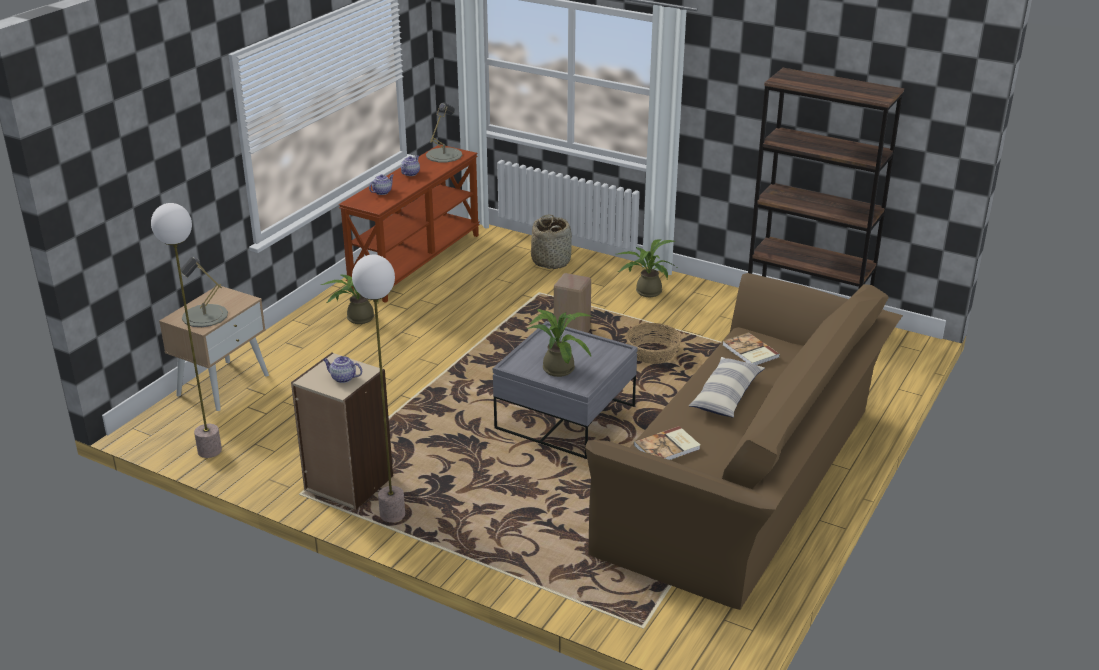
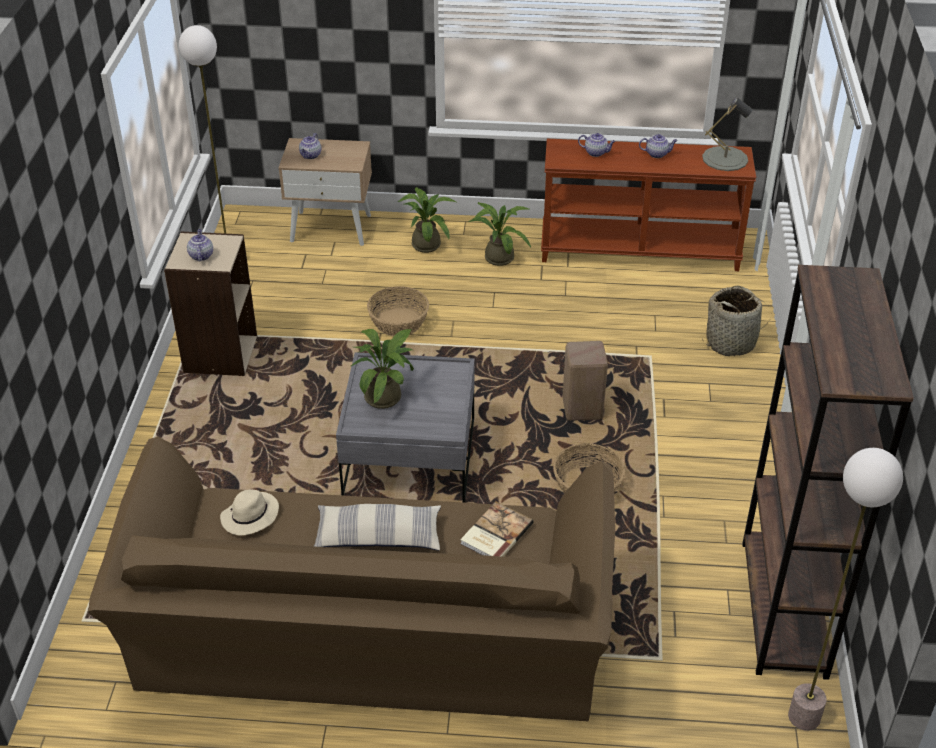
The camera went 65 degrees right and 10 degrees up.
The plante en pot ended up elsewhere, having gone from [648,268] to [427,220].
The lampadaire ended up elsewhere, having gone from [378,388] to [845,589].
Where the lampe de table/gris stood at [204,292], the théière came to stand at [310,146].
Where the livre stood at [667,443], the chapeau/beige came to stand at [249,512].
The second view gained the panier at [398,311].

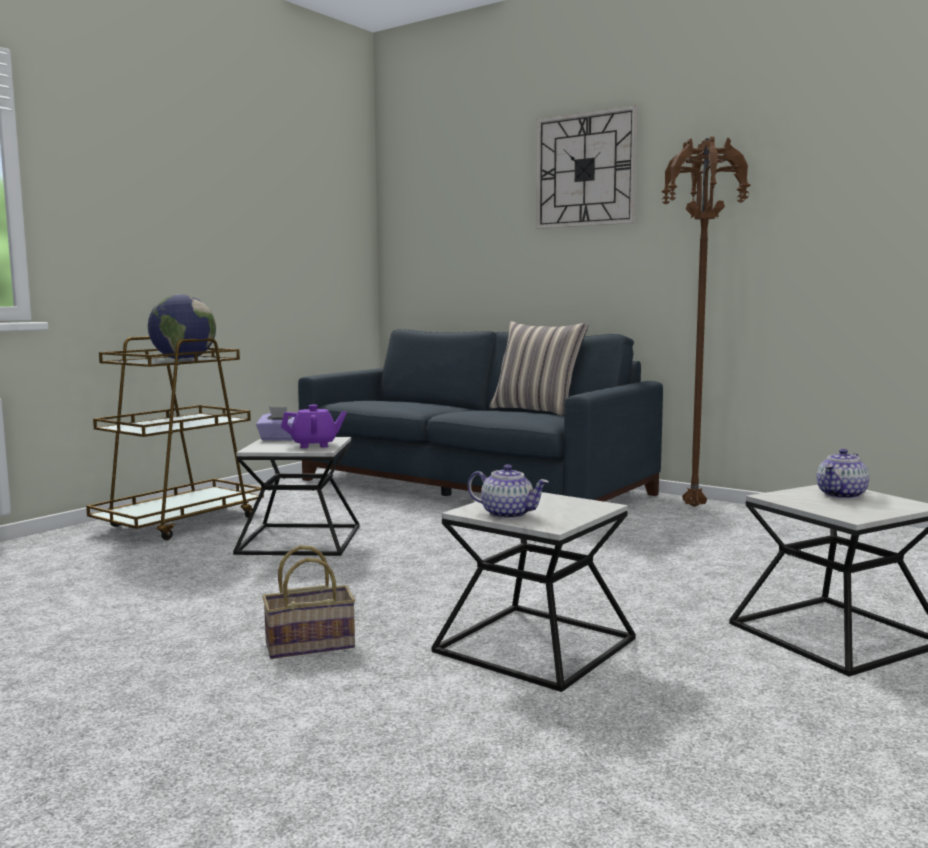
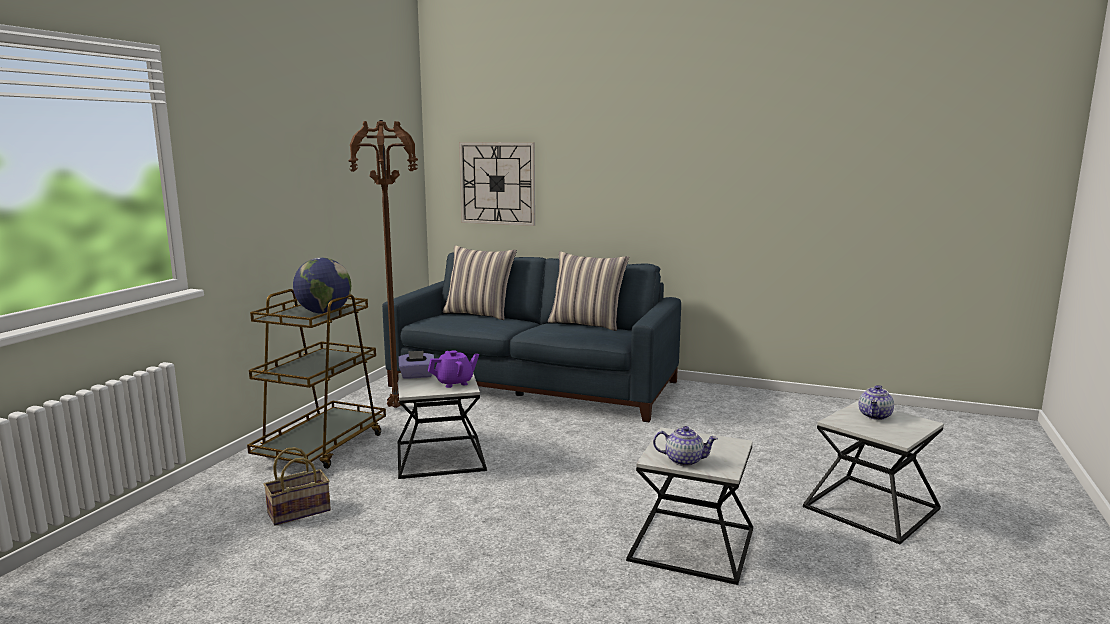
The camera went 15 degrees left and 5 degrees up.
The horloge murale ended up elsewhere, having gone from [587,167] to [497,184].
The lampadaire/marron ended up elsewhere, having gone from [705,321] to [383,264].
The panier ended up elsewhere, having gone from [308,602] to [297,486].
The second view gained the coussin at [480,282].

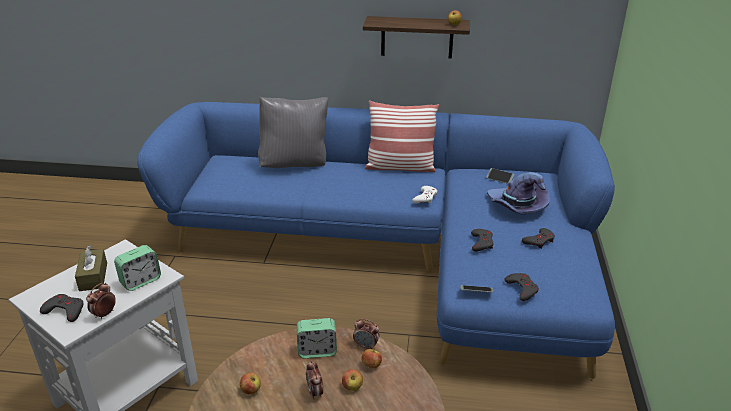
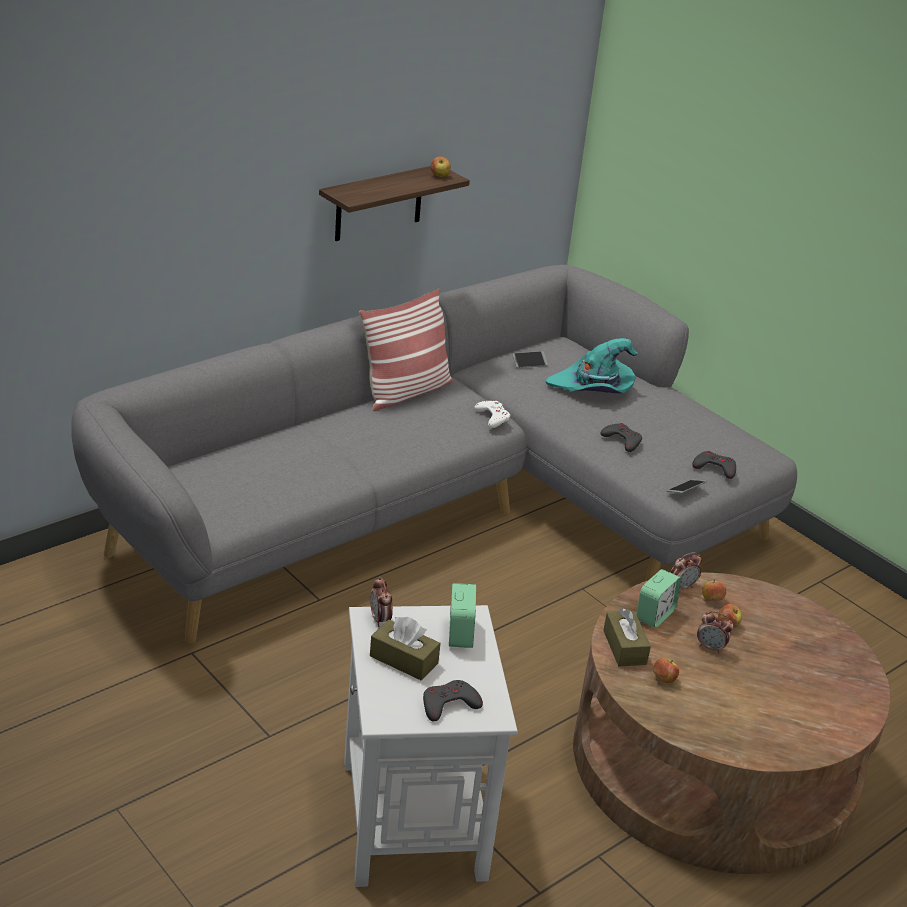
The camera went 50 degrees left and 0 degrees up.
The second view lost the coussin/gris at [293,132].
What was the canapé/bleu at [376,240] turned into the canapé/gris at [434,454].
What was the chapeau/violet at [518,193] turned into the chapeau/turquoise at [591,365].
The second view lost the manette/gris at [538,238].
The réveil ended up elsewhere, having gone from [101,301] to [381,602].
The second view gained the boîte à mouchoirs/marron at [627,637].

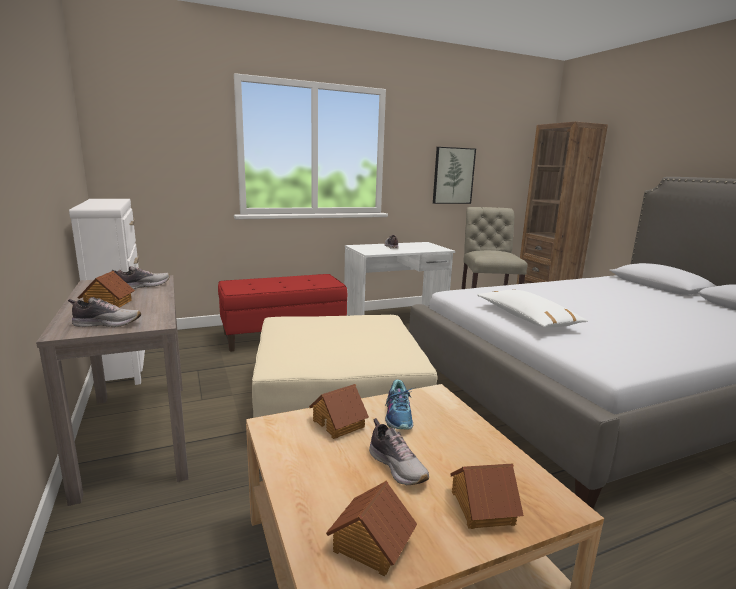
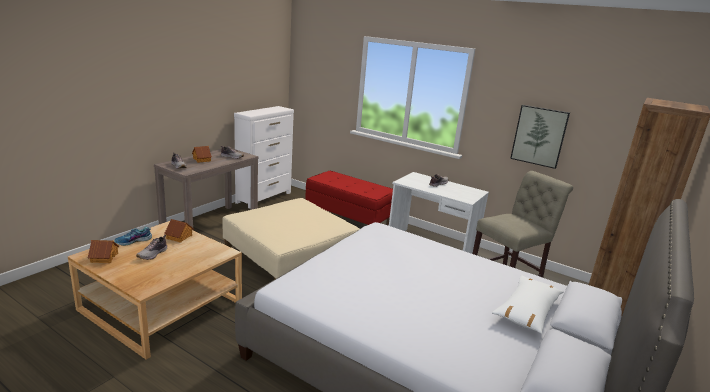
The camera went 55 degrees right and 5 degrees up.
The coussin/blanc ended up elsewhere, having gone from [532,308] to [527,304].
The chaussure ended up elsewhere, having gone from [399,404] to [133,236].
The second view lost the maison miniature at [487,496].

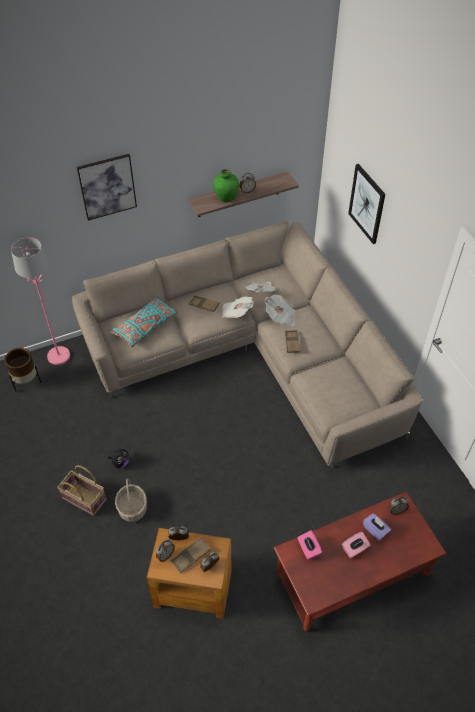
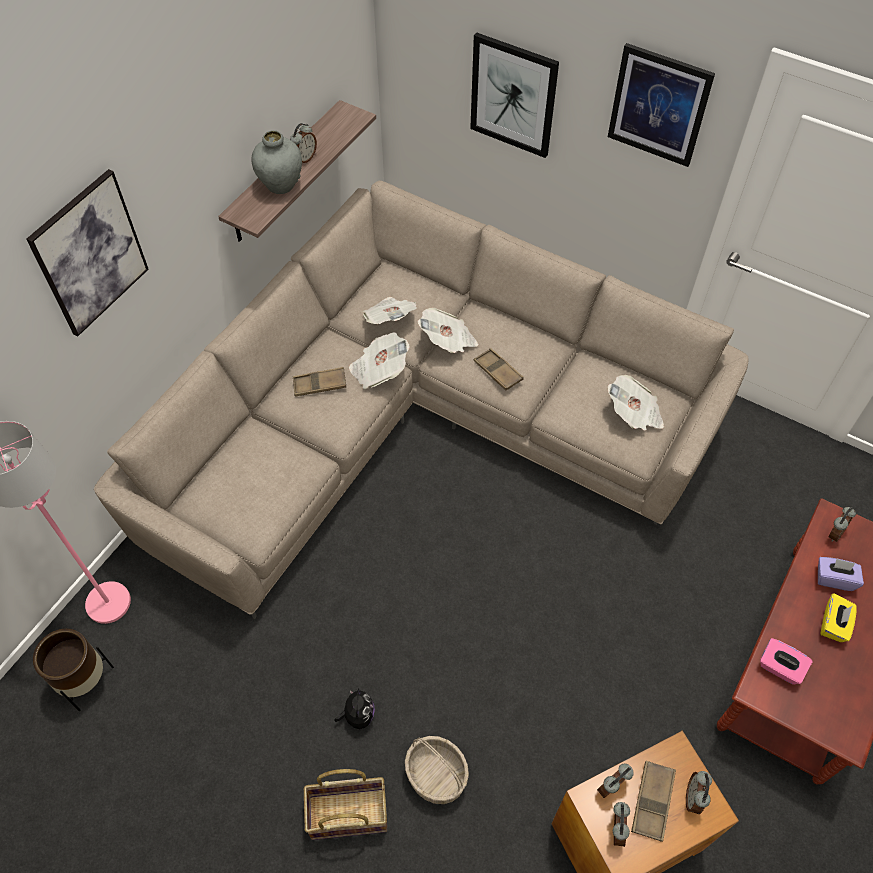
The camera went 35 degrees left and 5 degrees up.
What was the vase/vert at [226,186] turned into the vase/gris at [277,162].
The second view lost the coussin/turquoise at [144,322].
What was the boîte à mouchoirs/rose at [356,545] turned into the boîte à mouchoirs/jaune at [839,618].
The second view gained the tableau at [661,105].
The second view gained the journal at [636,402].

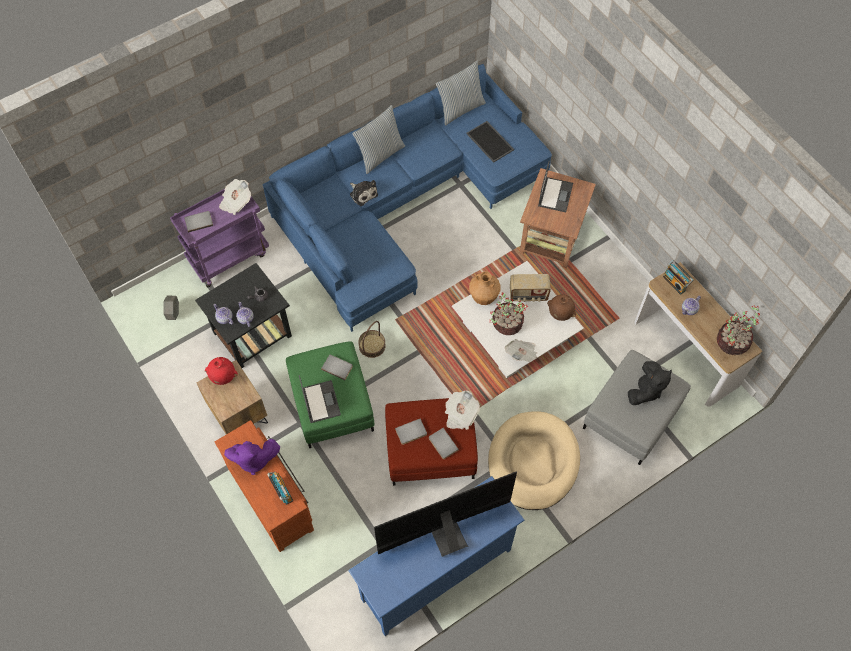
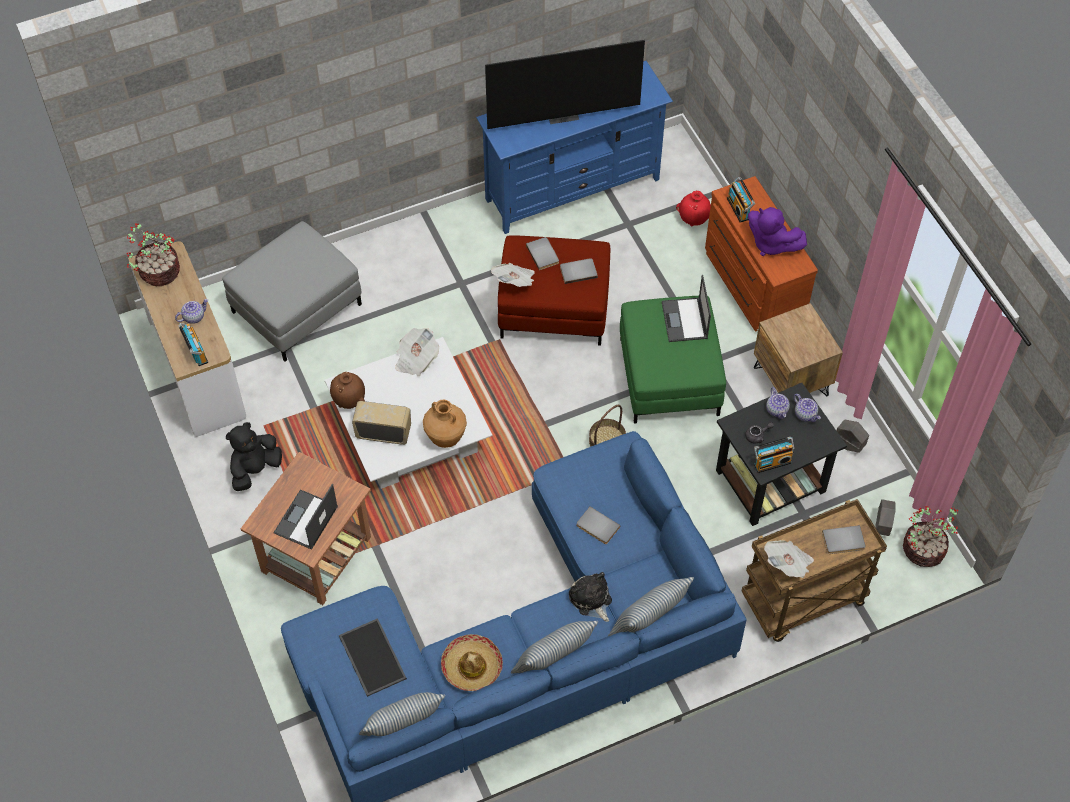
The camera went 170 degrees left and 5 degrees down.
What was the chariot/violet at [219,238] turned into the chariot/marron at [814,570].
The plante en pot ended up elsewhere, having gone from [508,314] to [930,536].
The livre/gris ended up elsewhere, having gone from [337,367] to [598,525].
The vase/rouge ended up elsewhere, having gone from [221,371] to [693,209].
The peluche/noir ended up elsewhere, having gone from [650,383] to [254,456].
The second view lost the panier pour chien/beige at [534,460].
The peluche/violet at [252,457] ended up facing another way, 150 degrees counterclockwise from before.
The second view gained the cache-pot/gris at [852,436].
The second view gained the radio at [774,455].
The second view gained the coussin at [650,607].
The second view gained the chapeau at [472,662].

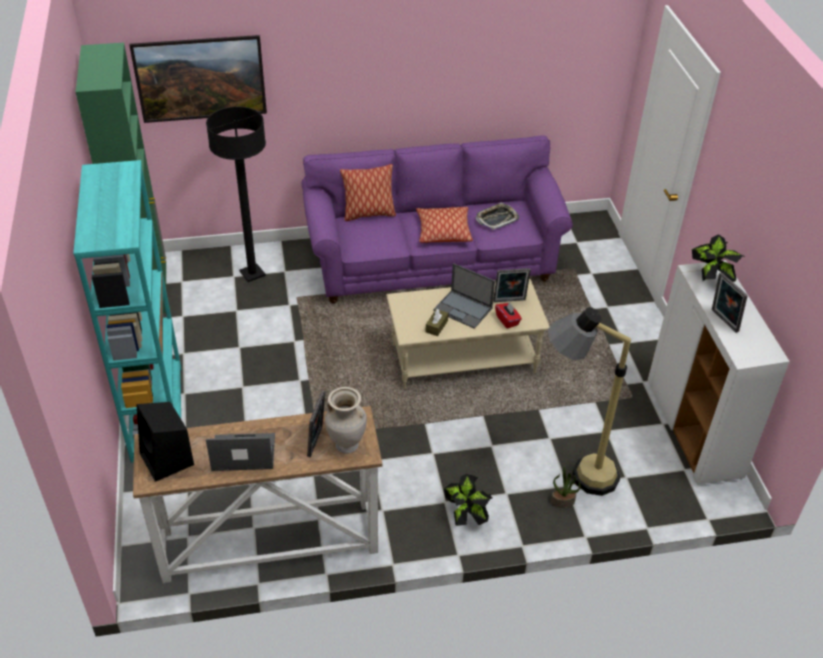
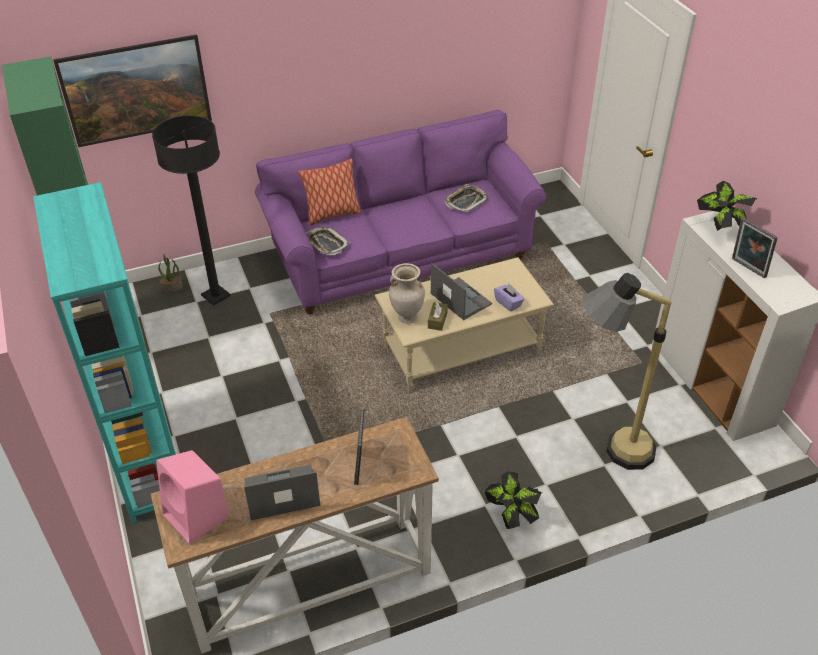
The camera went 10 degrees left and 0 degrees up.
The second view lost the coussin at [444,225].
The ordinateur portable at [464,296] ended up facing another way, 150 degrees counterclockwise from before.
The second view lost the cadre photo at [512,285].
What was the boîte à mouchoirs/rouge at [508,315] turned into the boîte à mouchoirs/violet at [509,297].
The vase/beige ended up elsewhere, having gone from [346,420] to [407,293].
What was the enceinte/noir at [165,442] turned into the enceinte/rose at [192,497].
The plante en pot ended up elsewhere, having gone from [565,487] to [170,273].
The second view gained the plateau at [328,240].

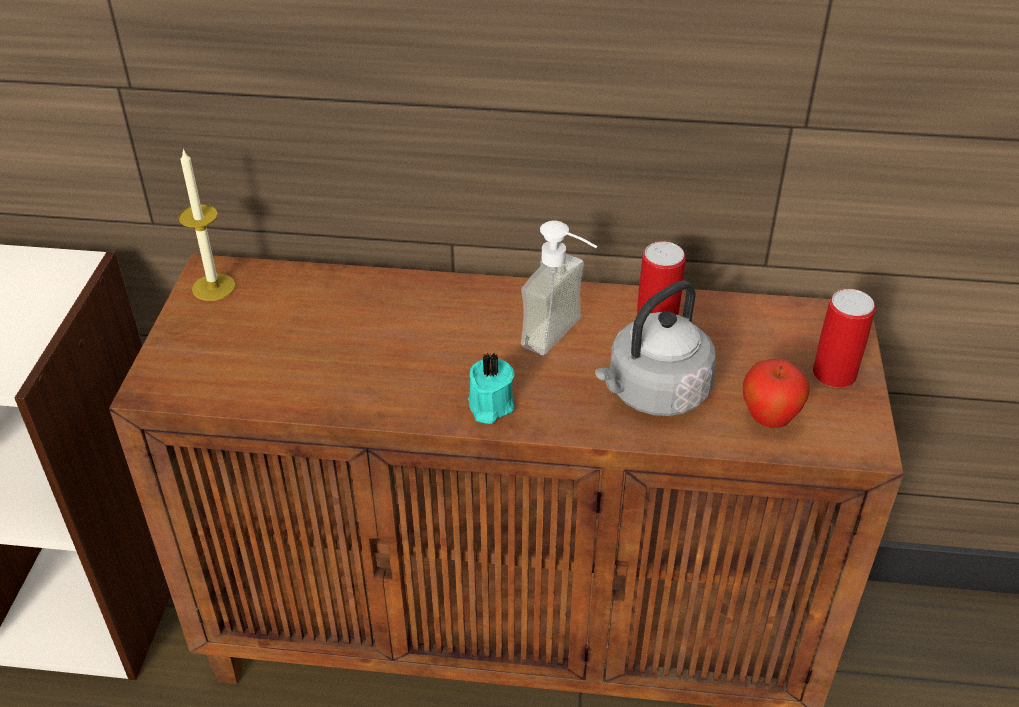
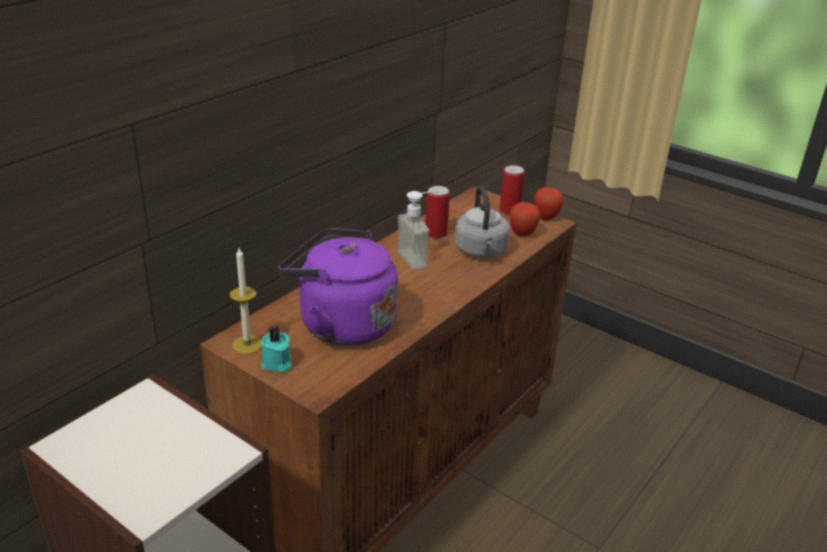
The camera went 60 degrees left and 10 degrees down.
The bougie/turquoise ended up elsewhere, having gone from [491,388] to [276,350].
The second view gained the pomme at [549,204].
The second view gained the bouilloire/violet at [338,287].

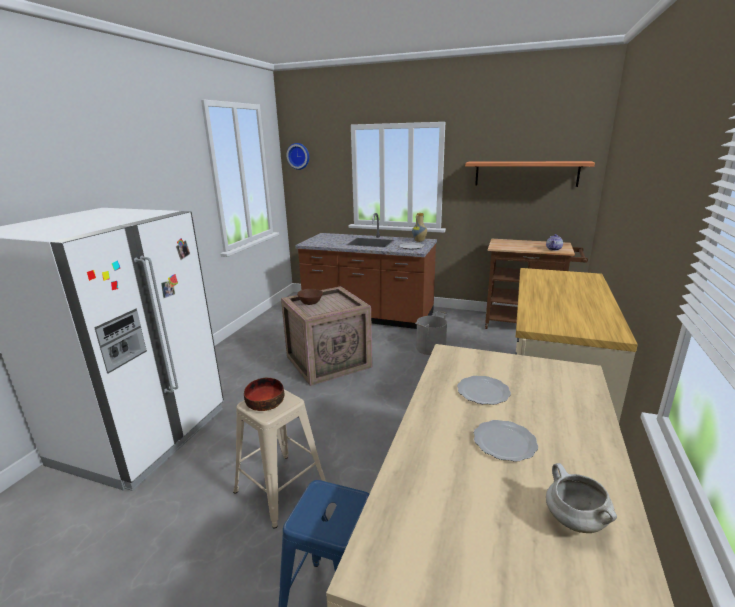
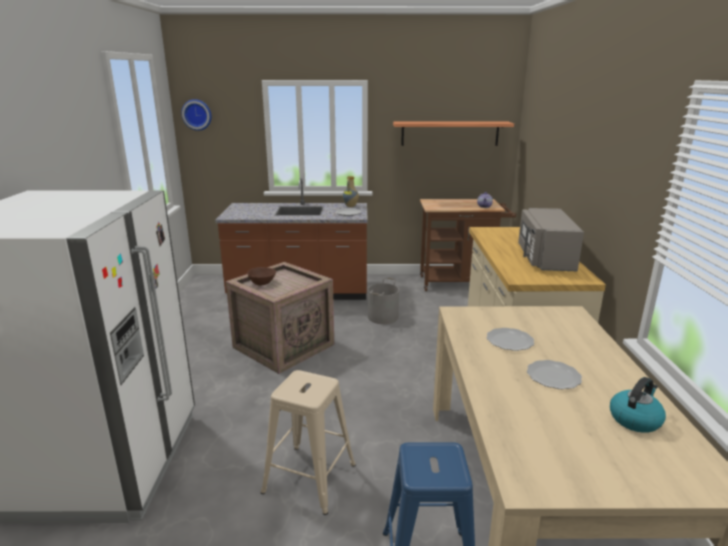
The camera went 20 degrees left and 0 degrees up.
The second view lost the bol at [264,394].
Where the marmite/blanc stood at [581,498], the bouilloire came to stand at [638,405].
The second view gained the micro-ondes/gris at [551,239].

